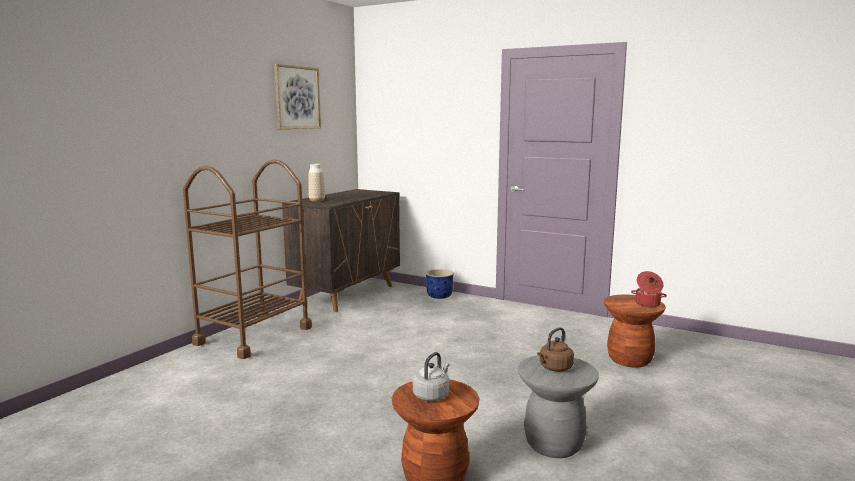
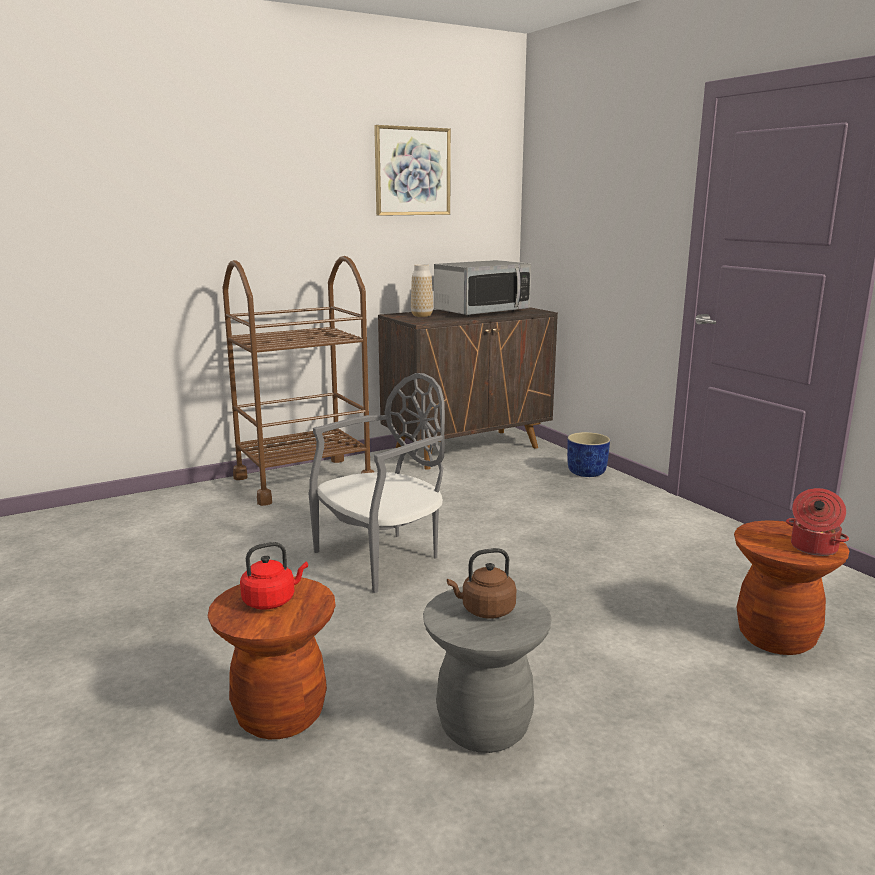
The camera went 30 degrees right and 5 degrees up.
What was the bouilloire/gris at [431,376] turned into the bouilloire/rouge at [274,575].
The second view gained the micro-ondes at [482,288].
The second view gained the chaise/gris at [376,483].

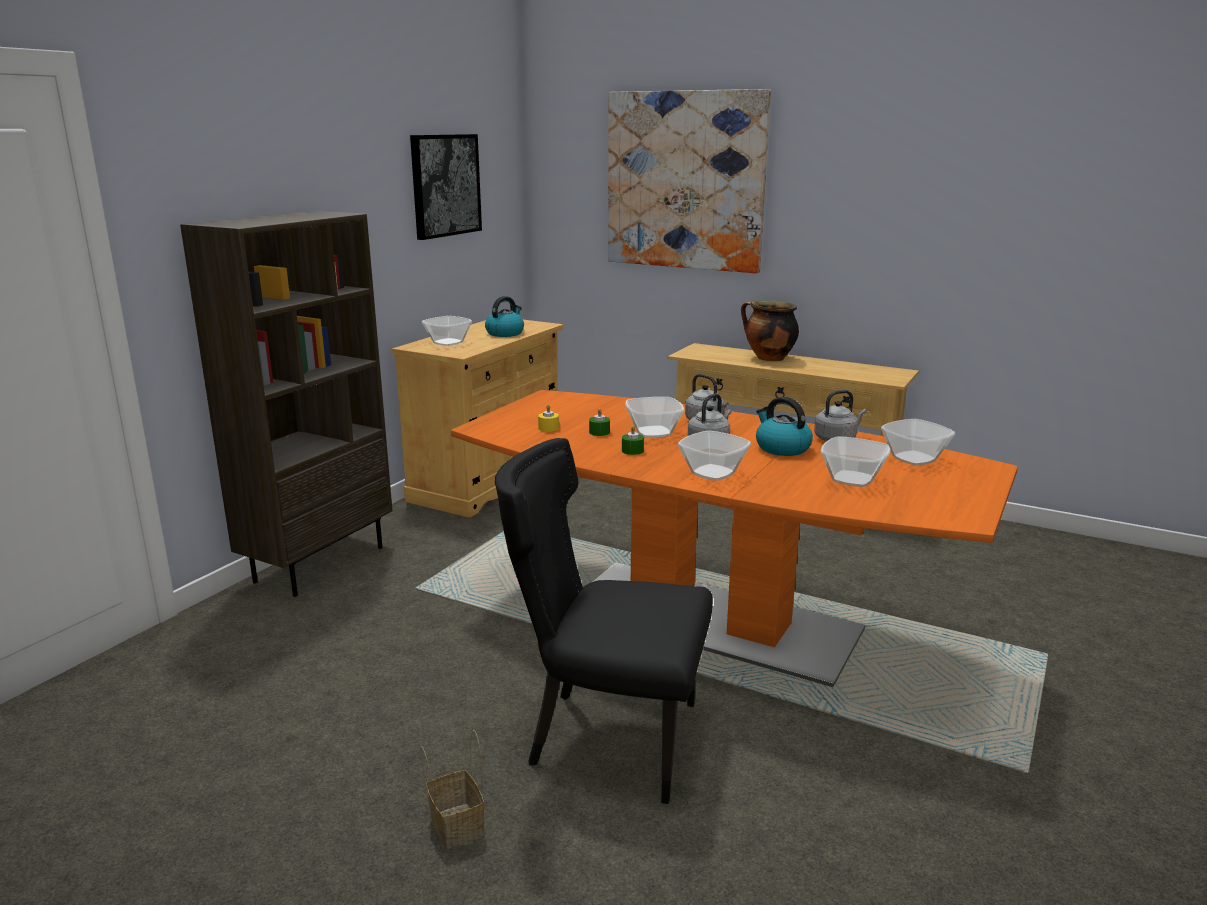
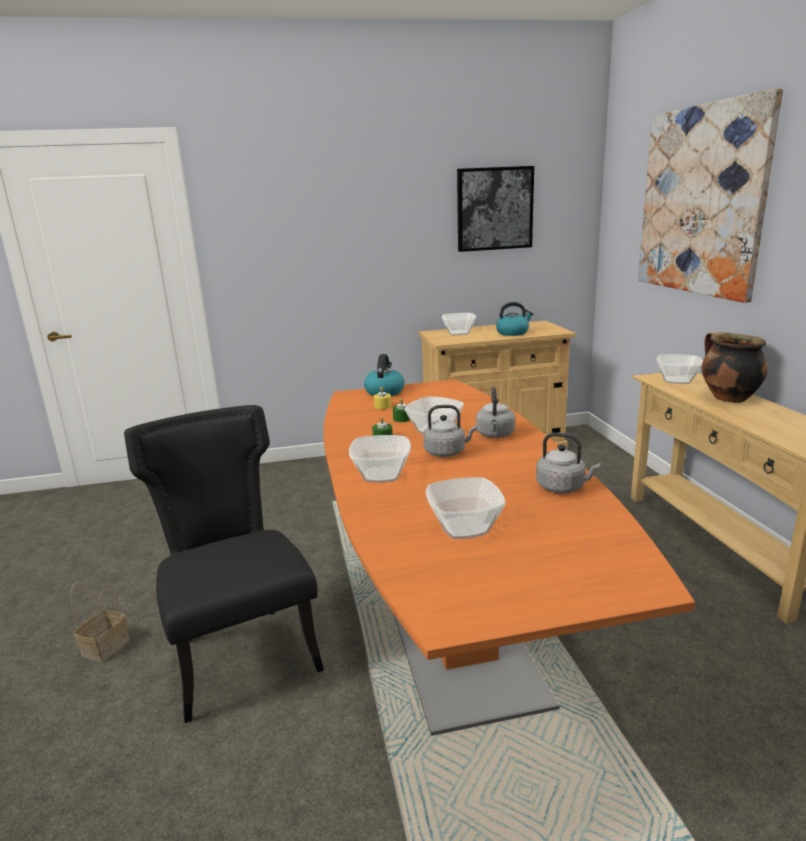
The camera went 50 degrees right and 0 degrees up.
The second view lost the bibliothèque/marron at [286,403].
The bouilloire ended up elsewhere, having gone from [784,426] to [384,375].
The bol ended up elsewhere, having gone from [918,442] to [680,369].

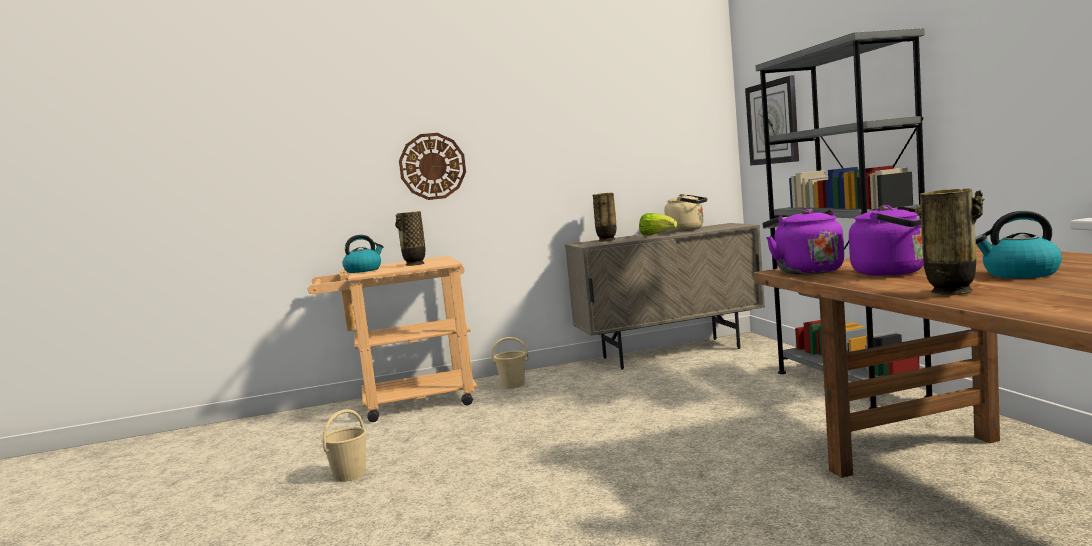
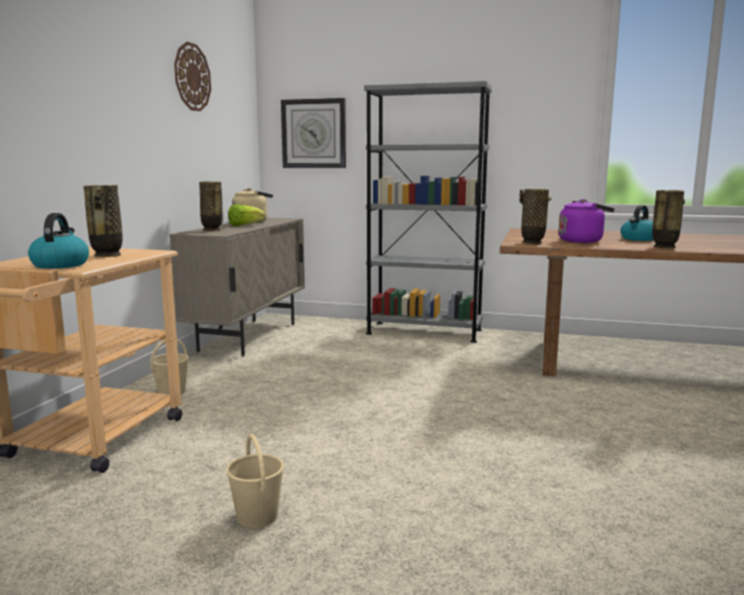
The camera went 60 degrees left and 5 degrees up.
The horloge murale ended up elsewhere, having gone from [432,166] to [192,76].
Where the bouilloire/violet stood at [803,242], the vase came to stand at [535,216].

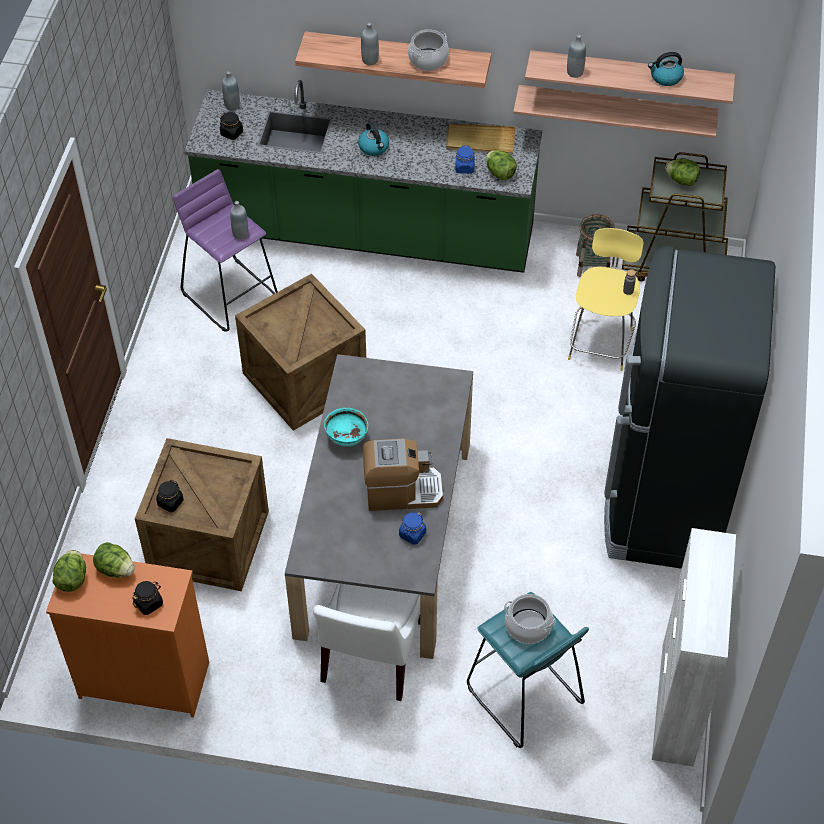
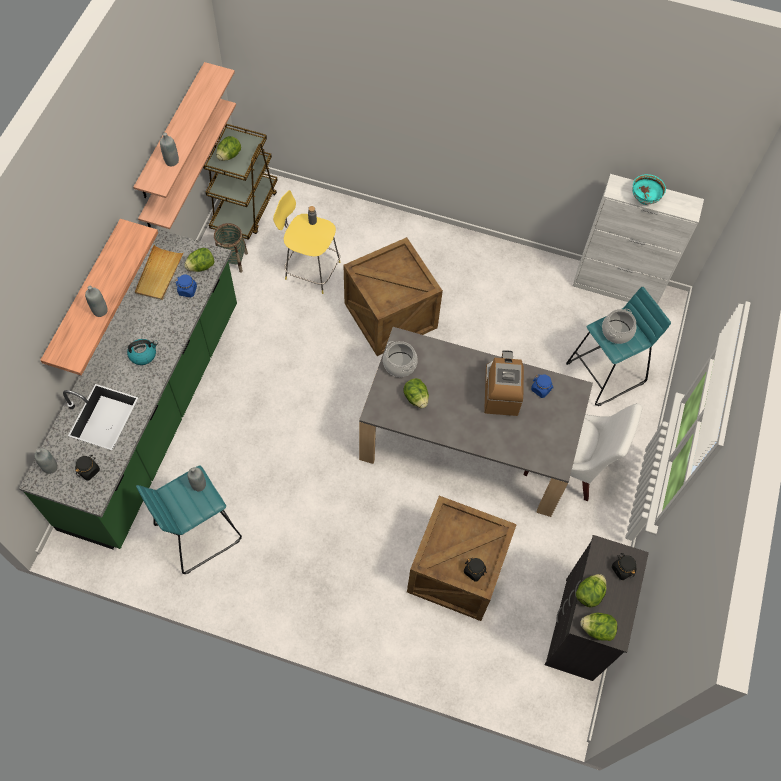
The camera went 85 degrees left and 10 degrees up.
The marmite ended up elsewhere, having gone from [428,50] to [400,359].
The second view lost the bouilloire at [666,69].
What was the tabouret/violet at [225,250] turned into the tabouret/turquoise at [189,519].
The second view lost the réfrigérateur/noir at [689,407].
The caisse ended up elsewhere, having gone from [300,352] to [393,296].
The bol/turquoise ended up elsewhere, having gone from [346,427] to [649,189].
What was the commode/orange at [127,634] turned into the commode/noir at [597,608].
The second view gained the laitue at [416,393].

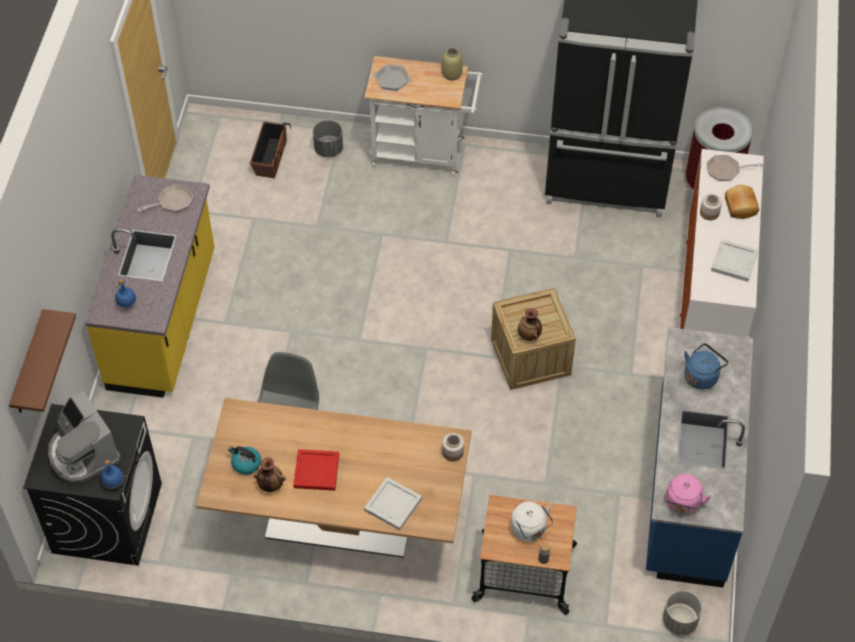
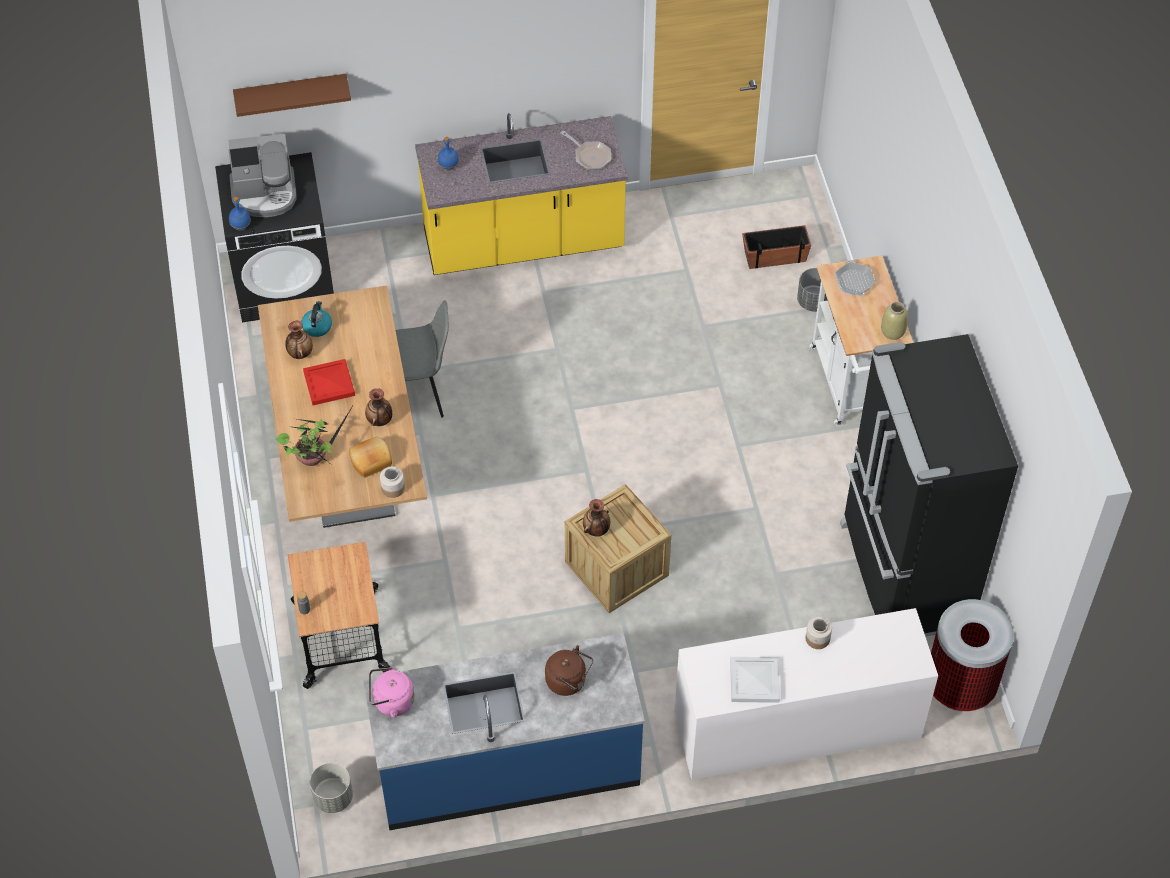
The camera went 70 degrees right and 0 degrees up.
The second view lost the poêle at [735,168].
The pain ended up elsewhere, having gone from [742,202] to [370,457].
What was the bouilloire/bleu at [706,366] turned into the bouilloire/marron at [569,670].
The machine à café at [84,437] ended up facing another way, 135 degrees counterclockwise from before.
Where the plateau/blanc stood at [393,503], the plante en pot came to stand at [315,435].
The second view lost the bouilloire/blanc at [532,522].
The second view gained the vase at [378,407].

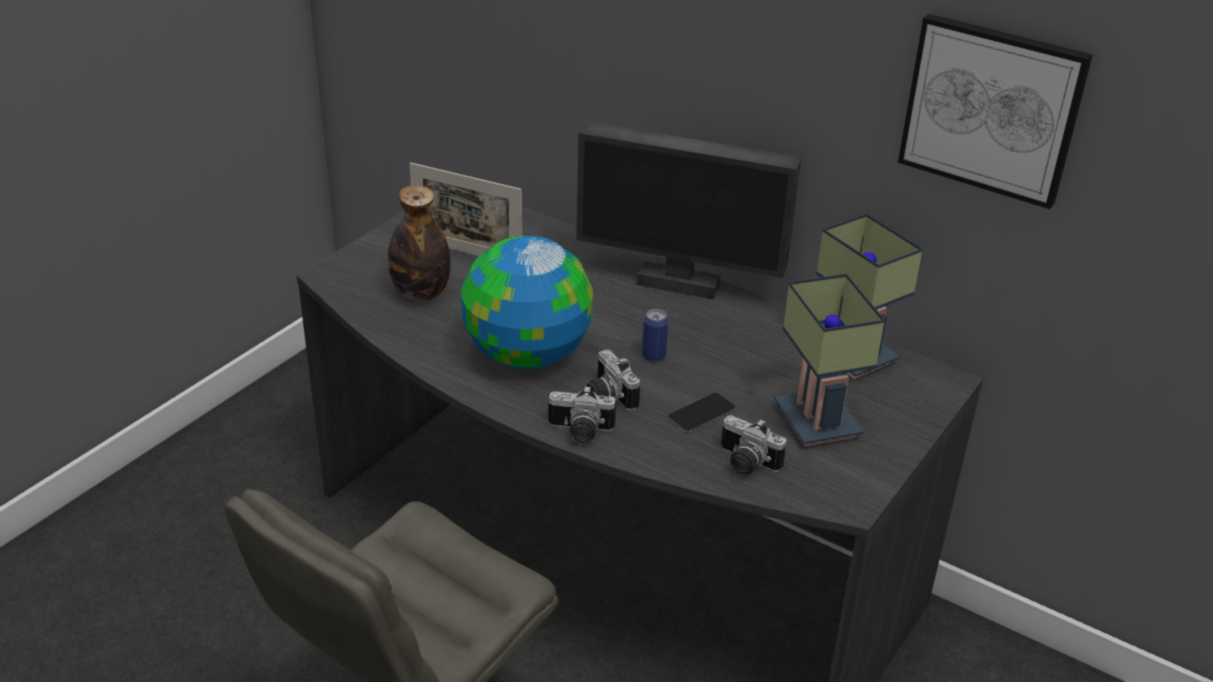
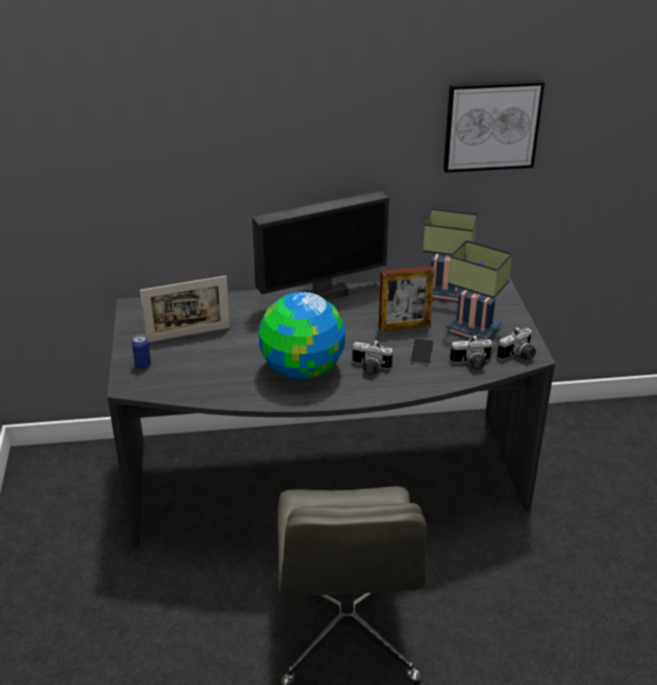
The camera went 40 degrees left and 0 degrees up.
The second view lost the bouteille at [419,243].
The boîte métallique ended up elsewhere, having gone from [655,335] to [141,352].
The appareil photo ended up elsewhere, having gone from [582,415] to [516,343].
The second view gained the cadre photo at [407,298].

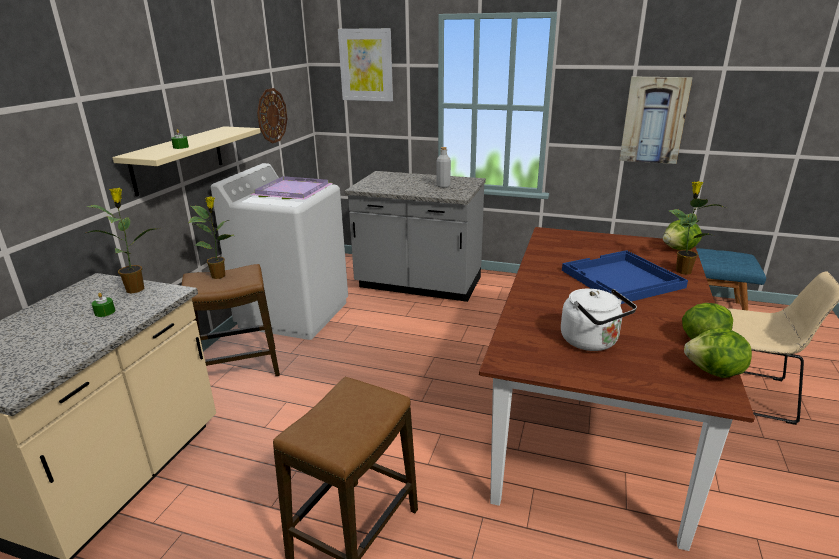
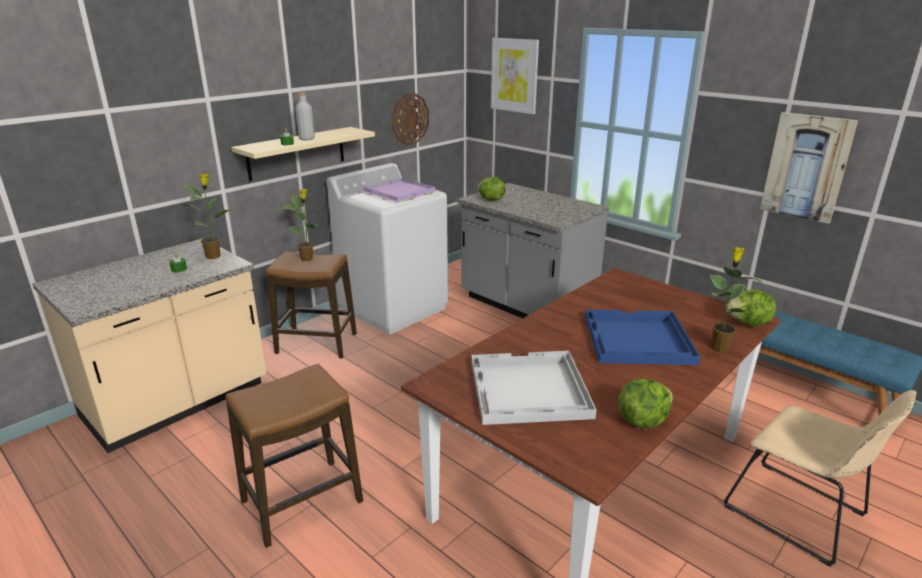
The camera went 25 degrees right and 0 degrees up.
The bouteille/gris ended up elsewhere, having gone from [444,167] to [305,116].
Where the bouilloire/blanc stood at [599,319], the plateau/blanc came to stand at [534,388].
The laitue ended up elsewhere, having gone from [718,353] to [492,189].

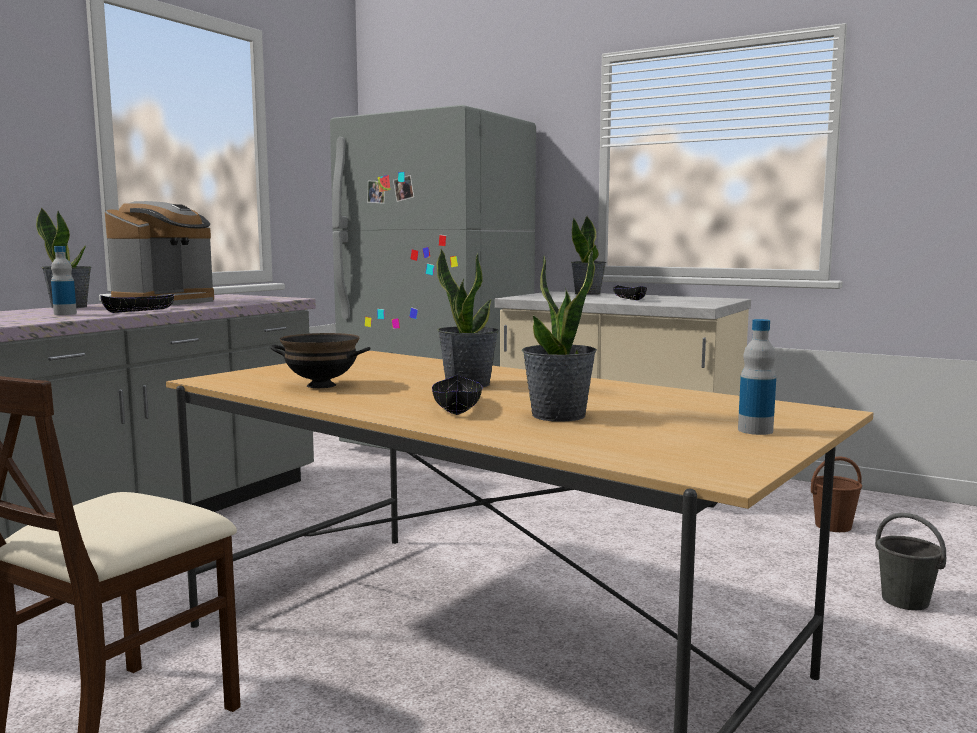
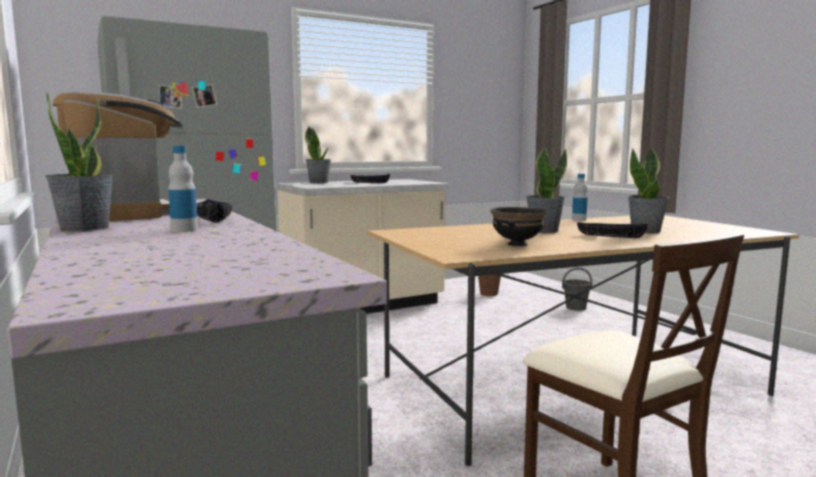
The camera went 60 degrees left and 0 degrees up.
The bouteille ended up elsewhere, having gone from [757,377] to [580,197].

